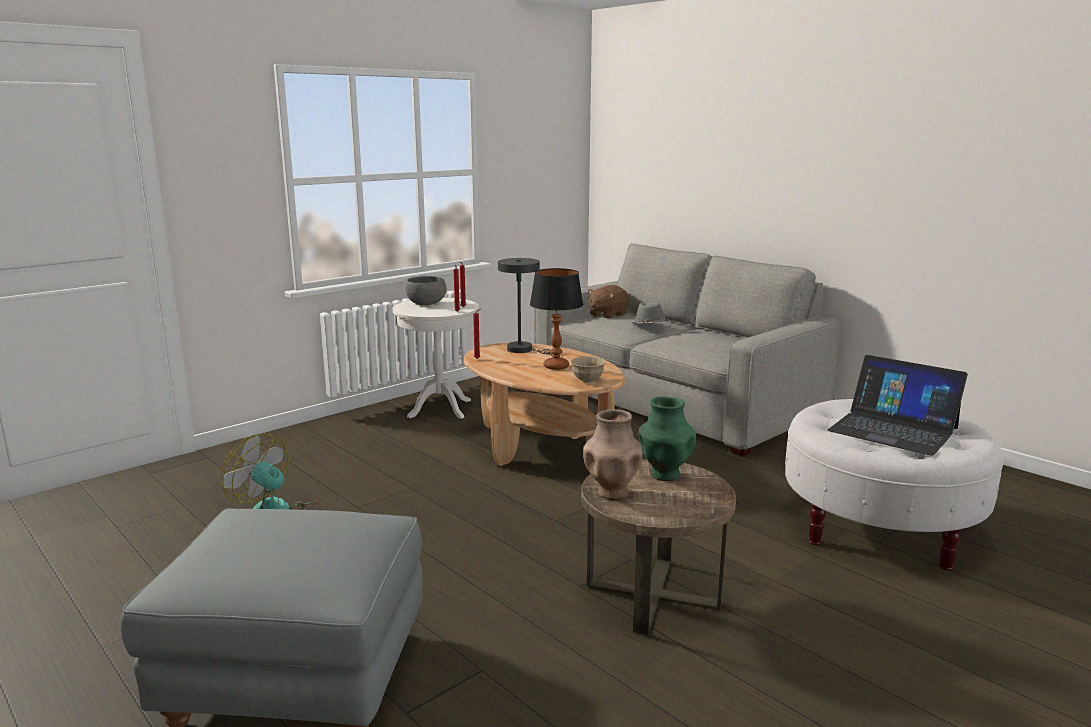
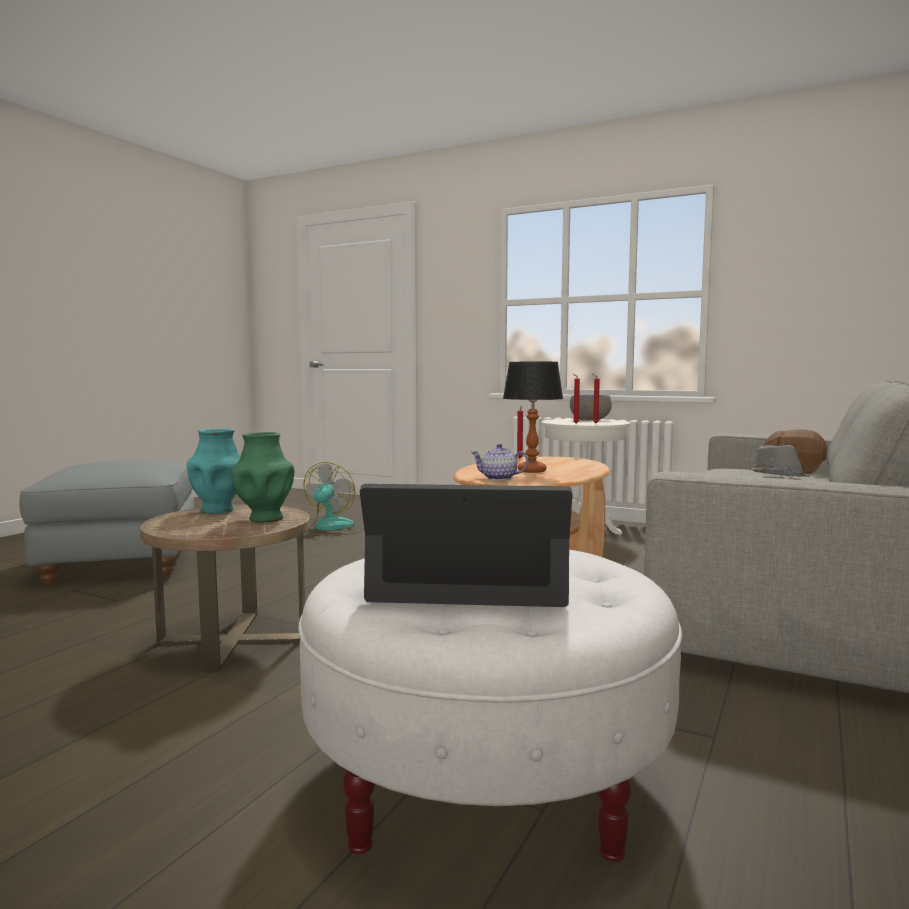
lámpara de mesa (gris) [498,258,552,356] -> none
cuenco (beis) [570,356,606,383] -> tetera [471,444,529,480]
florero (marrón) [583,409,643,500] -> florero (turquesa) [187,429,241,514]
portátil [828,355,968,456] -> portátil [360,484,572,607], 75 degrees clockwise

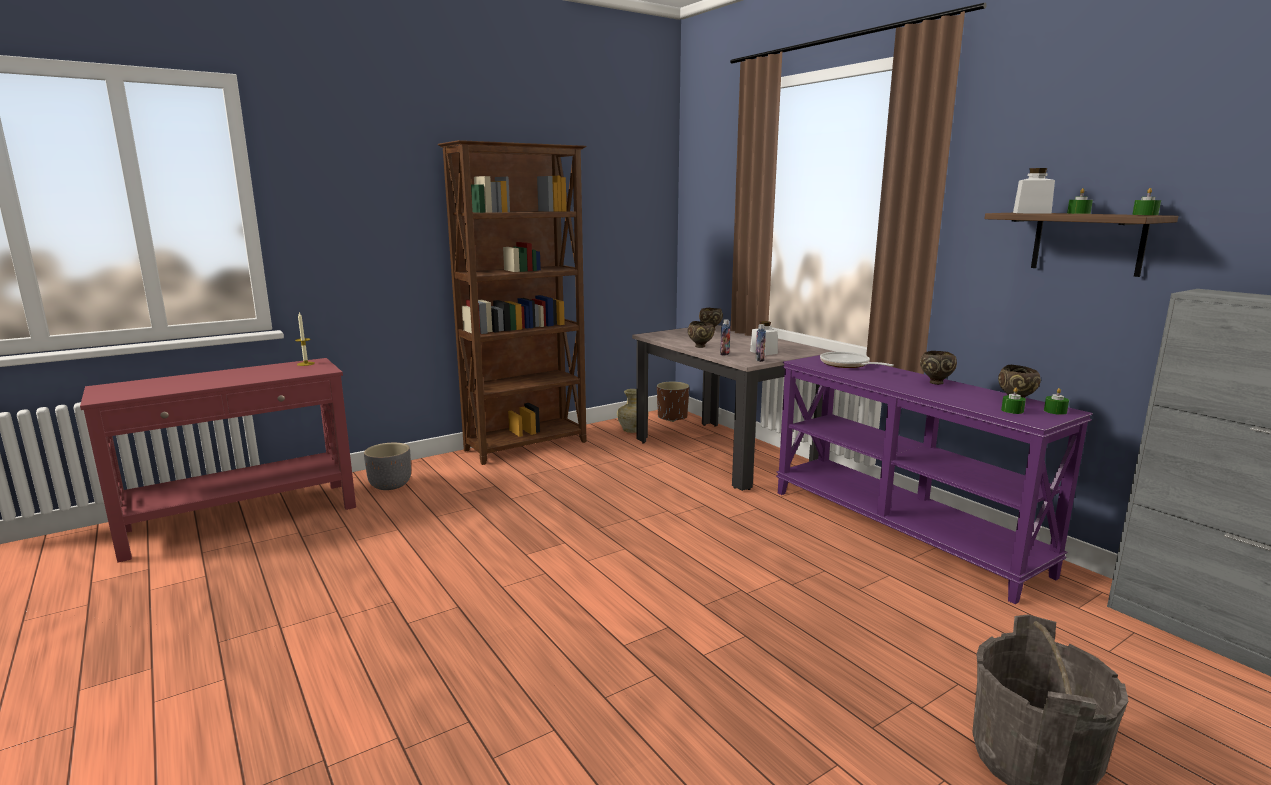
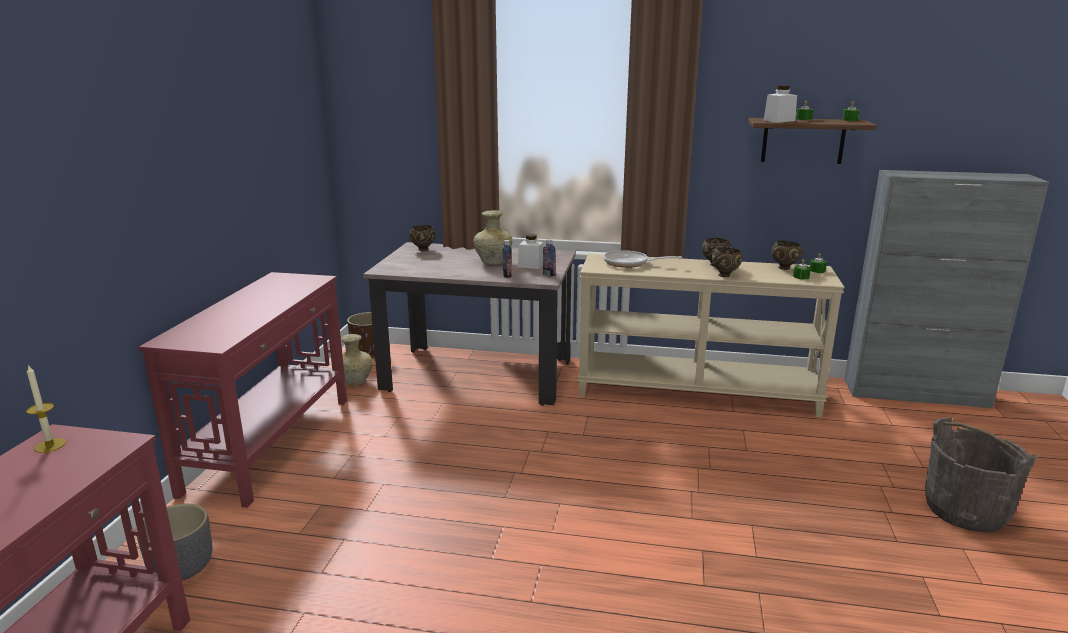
none -> florero (beis) [473,210,513,265]
cuenco (marrón) [688,321,715,348] -> cuenco (marrón) [711,247,742,277], moved
estantería (marrón) [438,140,587,465] -> mesa consola (rojo) [139,272,347,508]
mesa consola (morado) [776,355,1093,604] -> mesa consola (beis) [578,254,845,417]

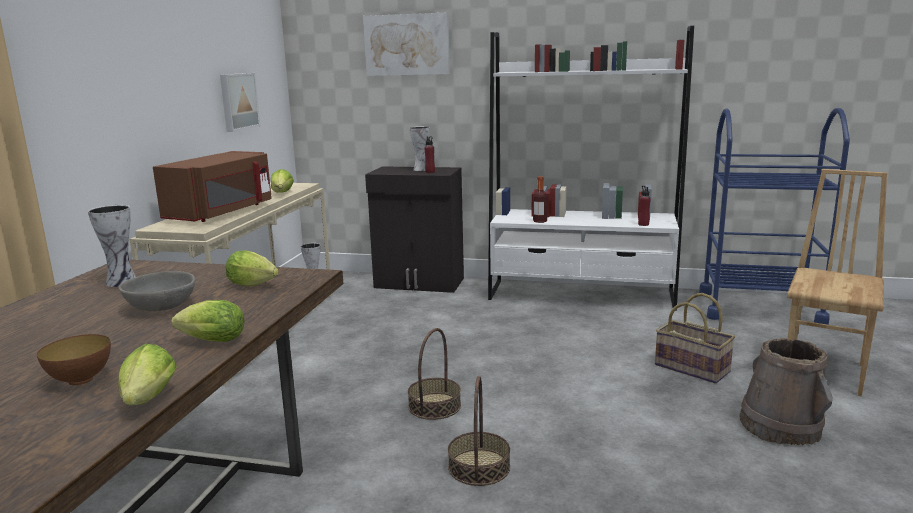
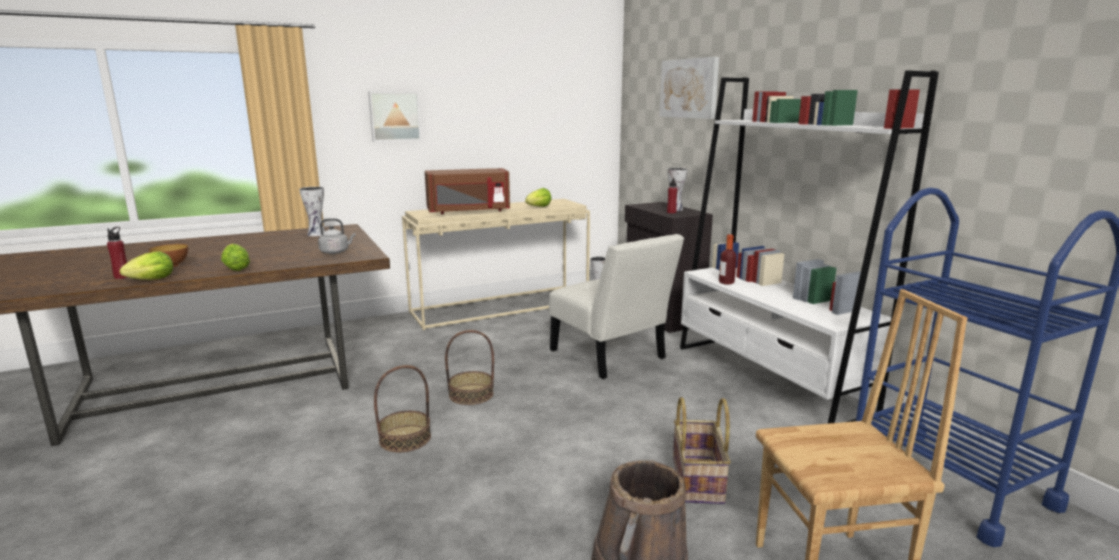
cuenco (gris) [119,271,195,311] -> none
none -> silla (blanco) [549,234,684,379]
cuadro [220,73,260,132] -> cuadro [368,92,421,142], moved
botella (rojo) [638,186,651,226] -> botella (rojo) [107,227,128,279], moved
lechuga [226,250,279,286] -> hervidor (gris) [318,218,356,254]

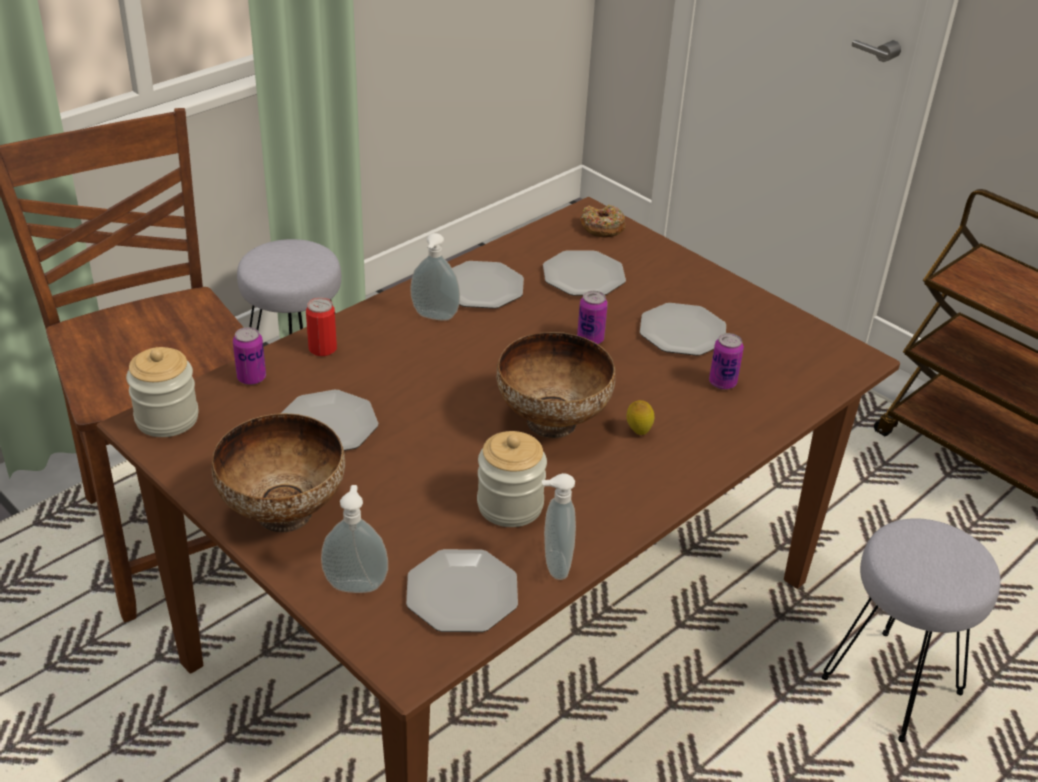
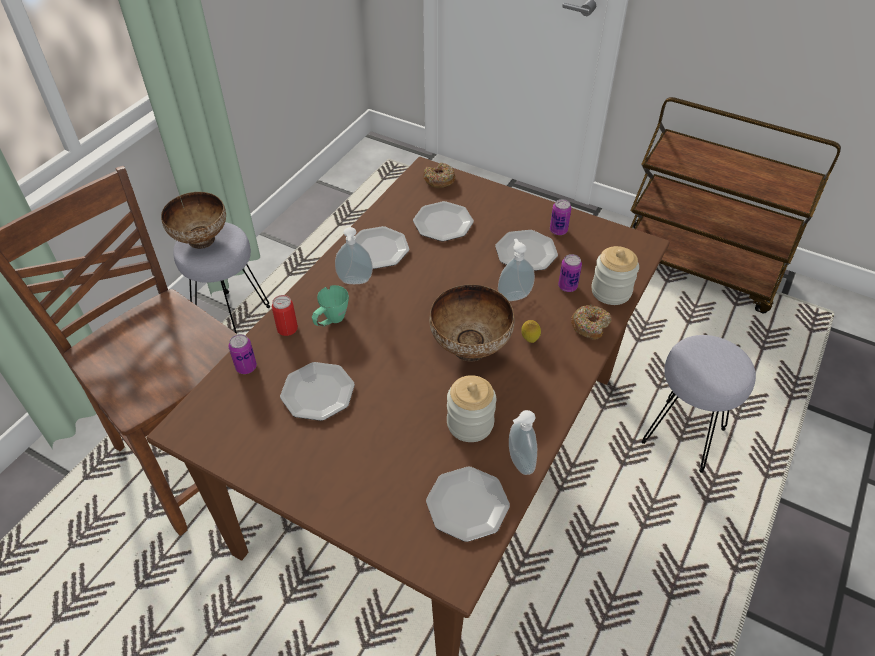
none -> taza grande (verde) [312,285,349,326]
none -> rosquilla [571,305,611,340]
tarro [126,347,199,437] -> tarro [591,246,639,305], moved
cuenco [211,413,345,532] -> cuenco [161,192,226,249], moved
dispensador de jabón [321,485,388,593] -> dispensador de jabón [498,239,535,301], moved
lata [577,291,608,344] -> lata [550,199,571,235], moved

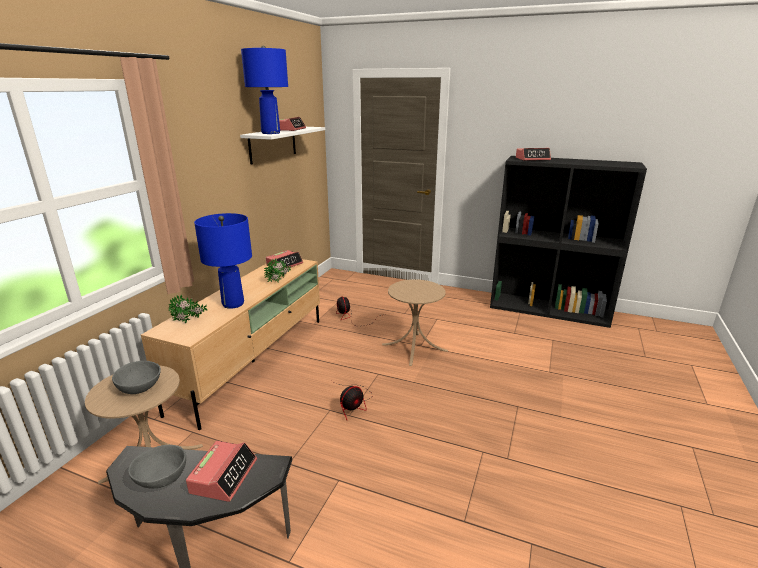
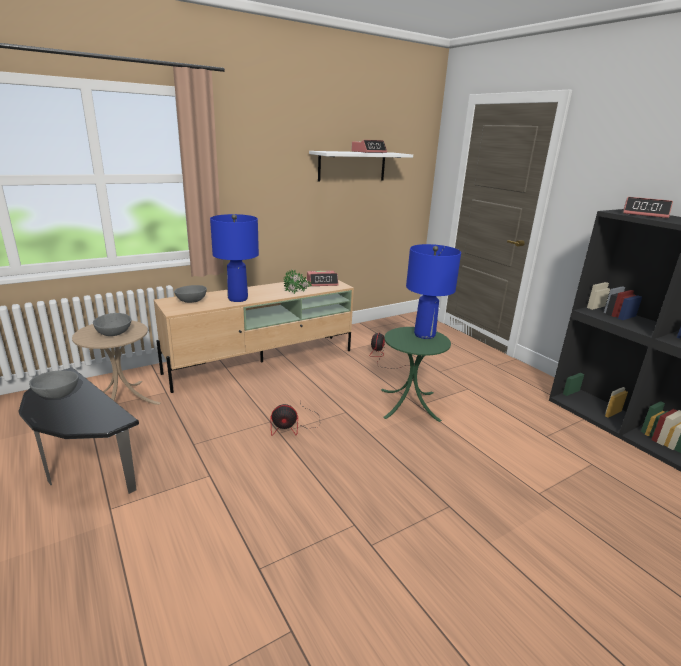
despertador [186,441,257,502] -> none
lámpara de mesa (azul) [241,46,288,134] -> lámpara de mesa (azul) [406,244,461,339], moved
planta en maceta [169,295,207,324] -> cuenco (gris) [174,285,207,303]
mesa auxiliar (beis) [382,279,448,366] -> mesa auxiliar (verde) [381,327,451,422]

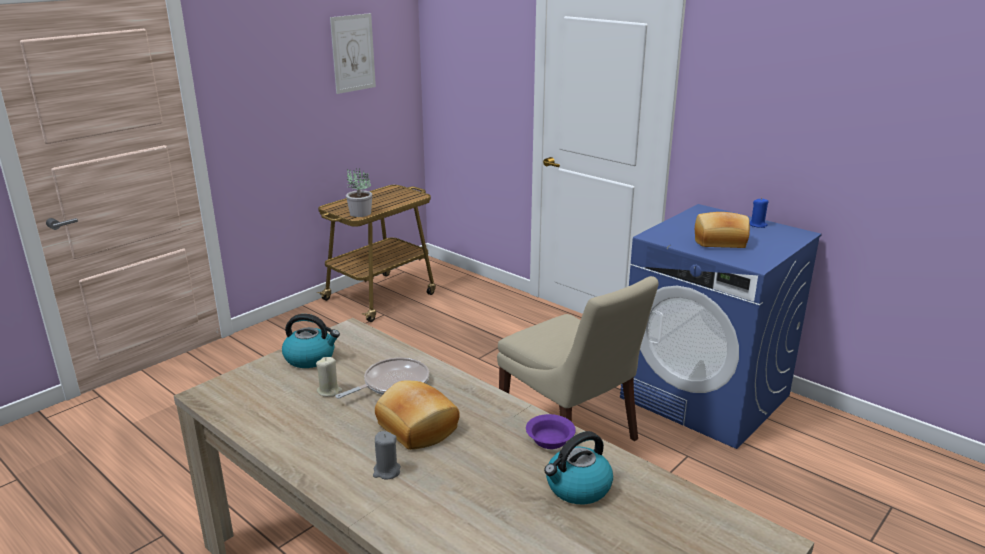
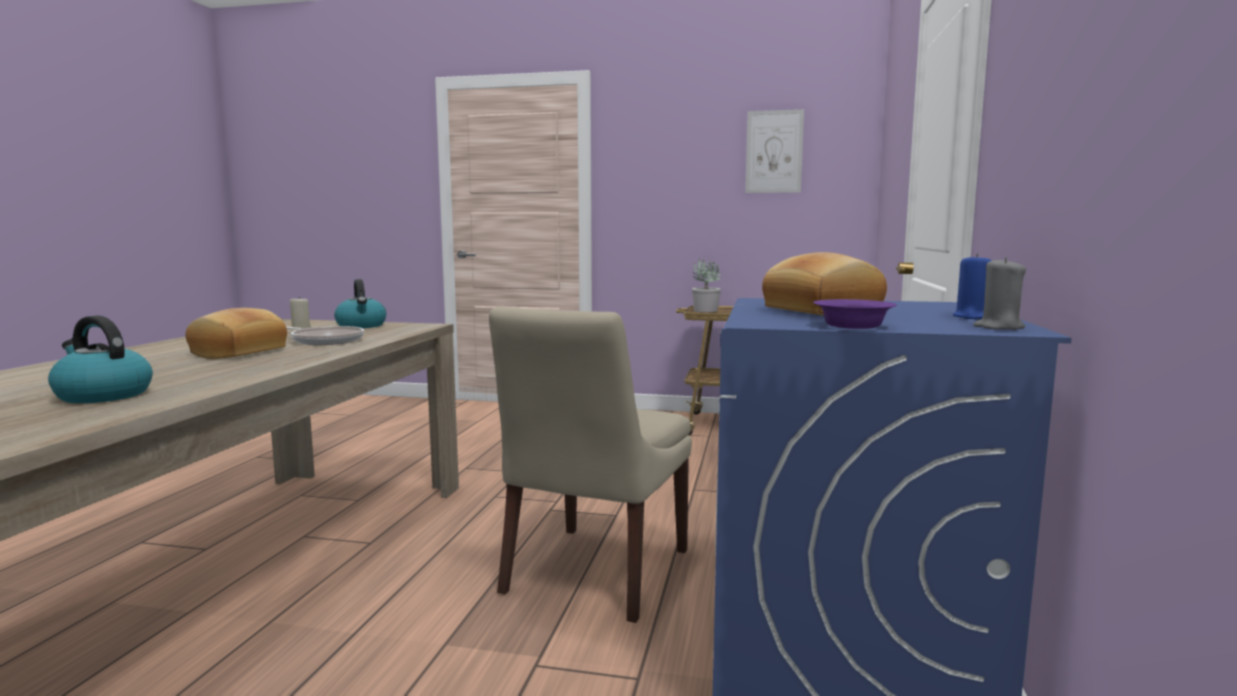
vela (gris) [373,431,401,479] -> vela (gris) [973,257,1026,330], moved
cuenco (morado) [526,414,576,449] -> cuenco (morado) [813,299,897,329], moved

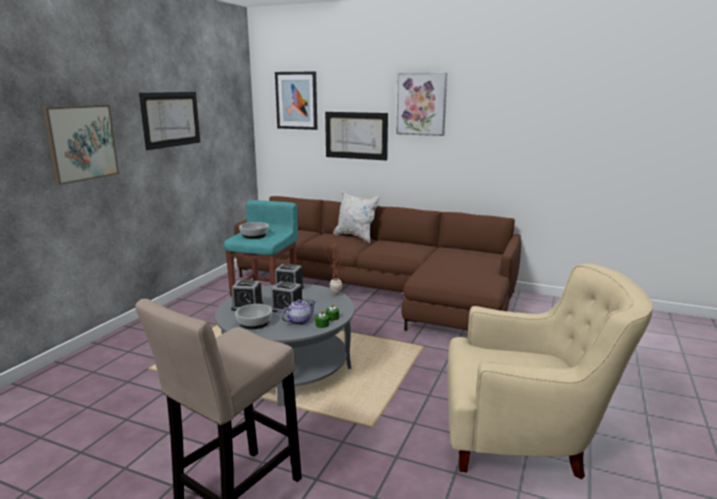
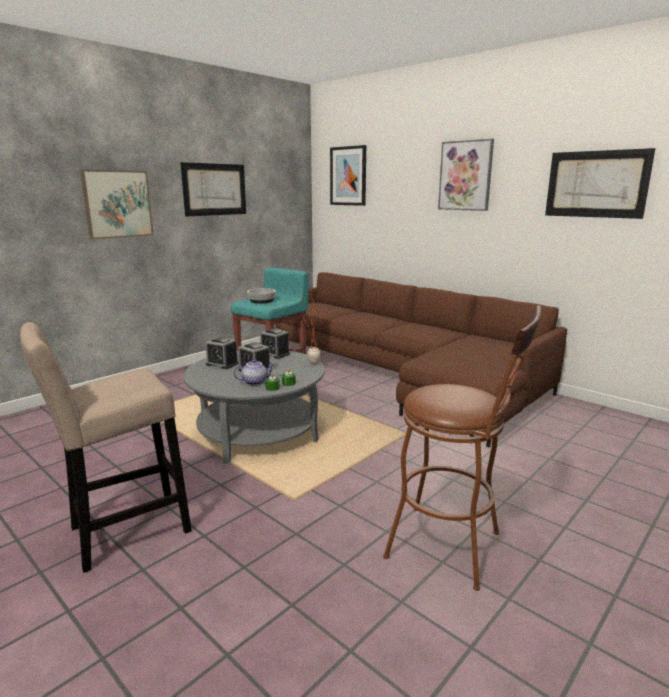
cuenco [235,304,272,329] -> none
cojín (blanco) [333,191,380,243] -> none
cuadro [325,112,388,160] -> cuadro [545,148,656,219], moved
sillón (beis) [447,264,653,480] -> taburete (marrón) [383,305,542,591]

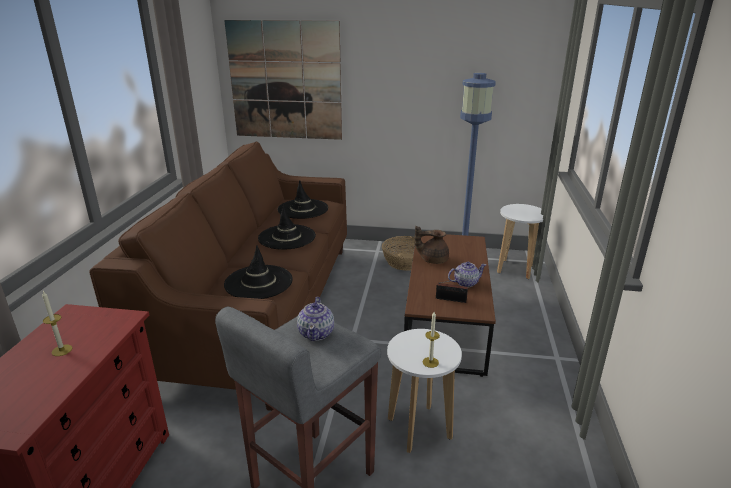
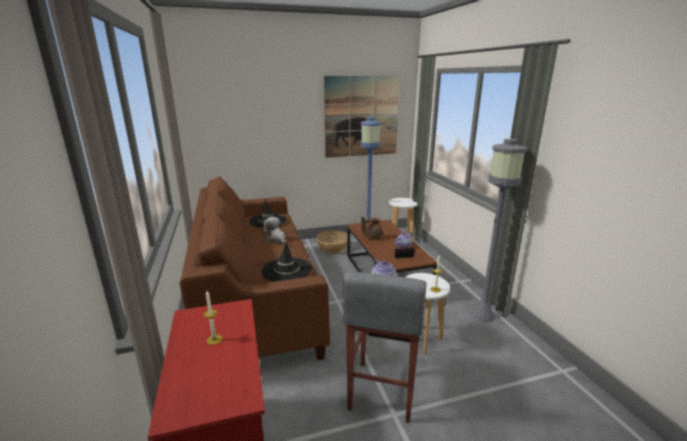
none -> lámpara de pie (gris) [471,139,527,323]
cuadro [224,20,342,140] -> cuadro [324,76,400,158], moved
sombrero (negro) [258,206,316,250] -> peluche [263,217,287,245]

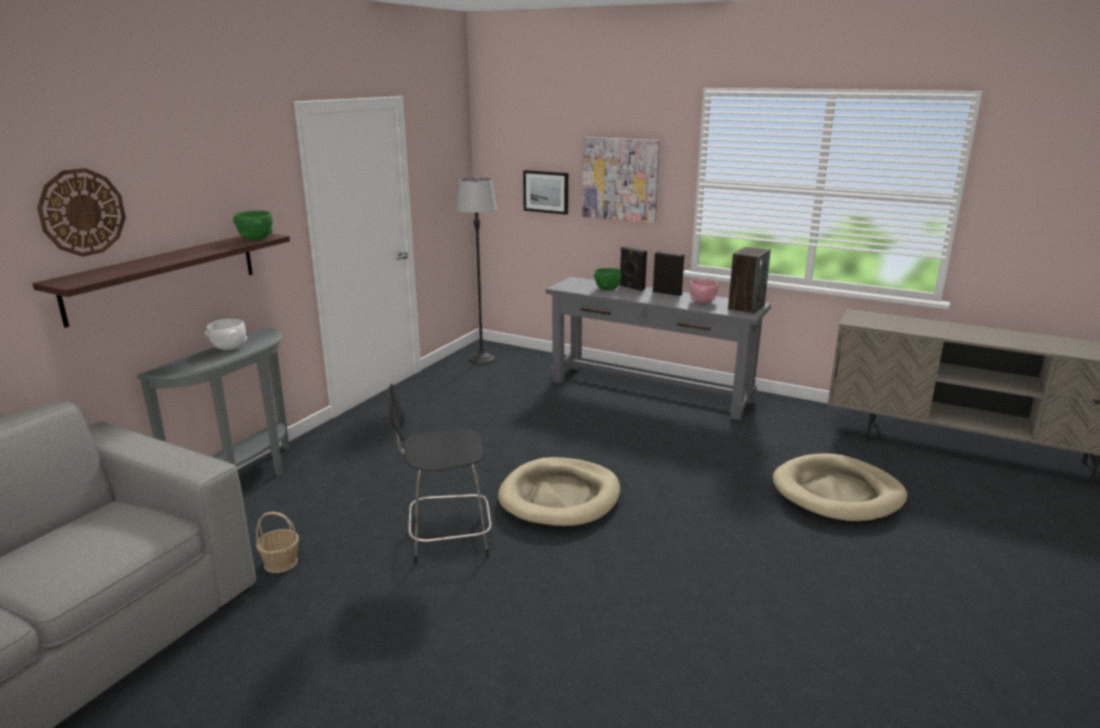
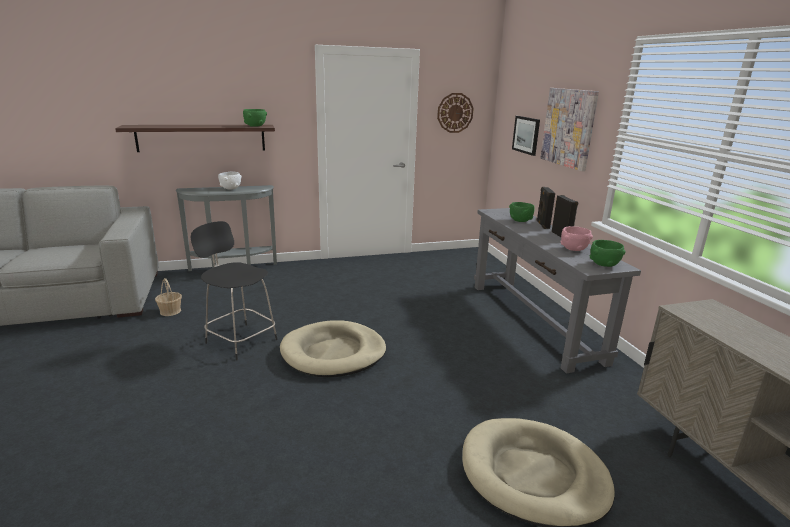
lámpara de pie [456,178,497,365] -> none
reloj de pared [37,168,126,257] -> reloj de pared [437,93,474,133], moved
altavoz [728,247,771,314] -> cuenco (verde) [590,240,626,267]

